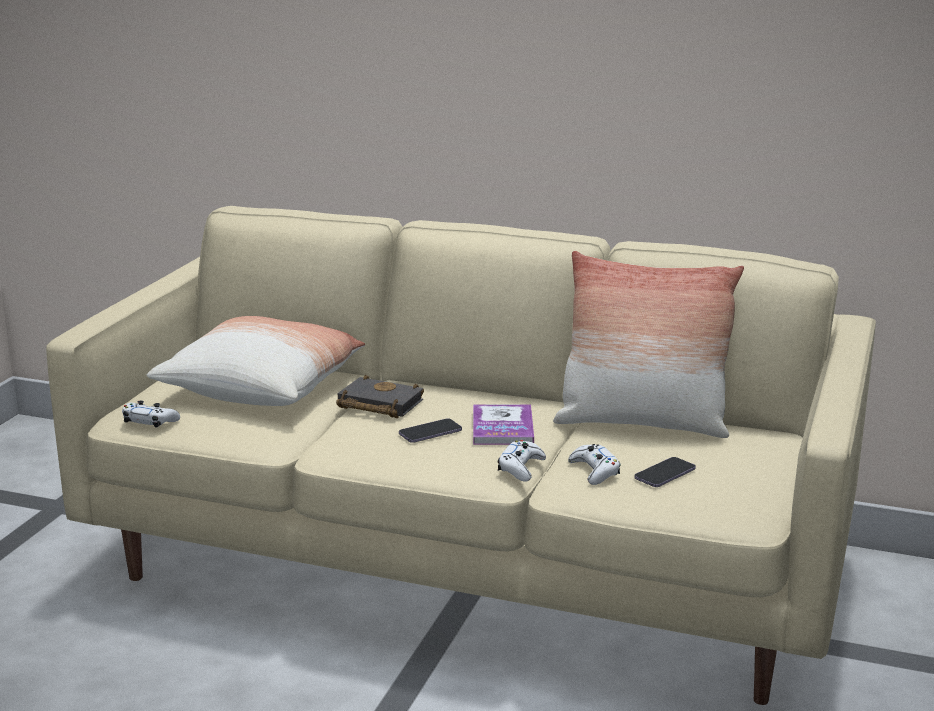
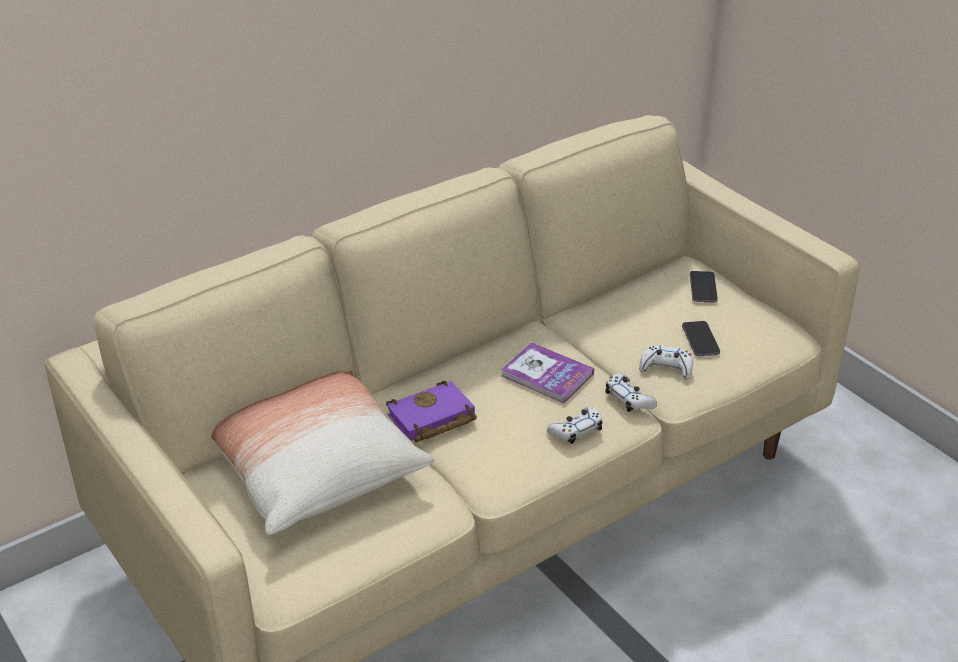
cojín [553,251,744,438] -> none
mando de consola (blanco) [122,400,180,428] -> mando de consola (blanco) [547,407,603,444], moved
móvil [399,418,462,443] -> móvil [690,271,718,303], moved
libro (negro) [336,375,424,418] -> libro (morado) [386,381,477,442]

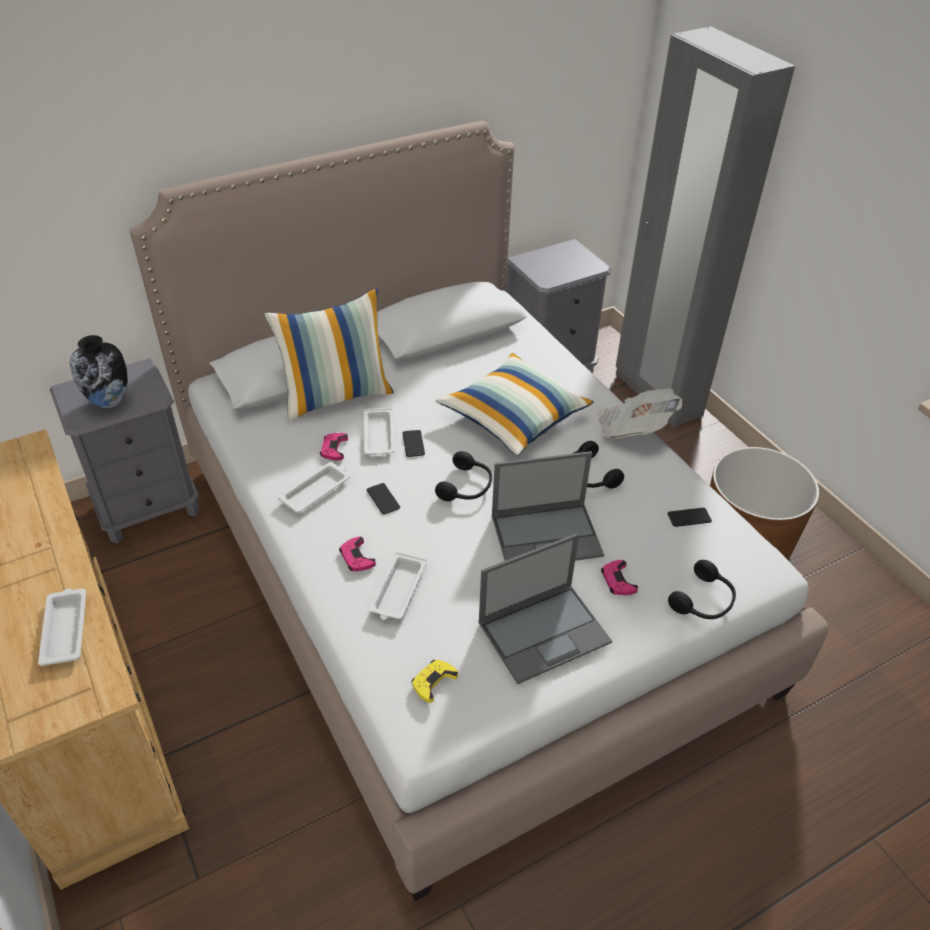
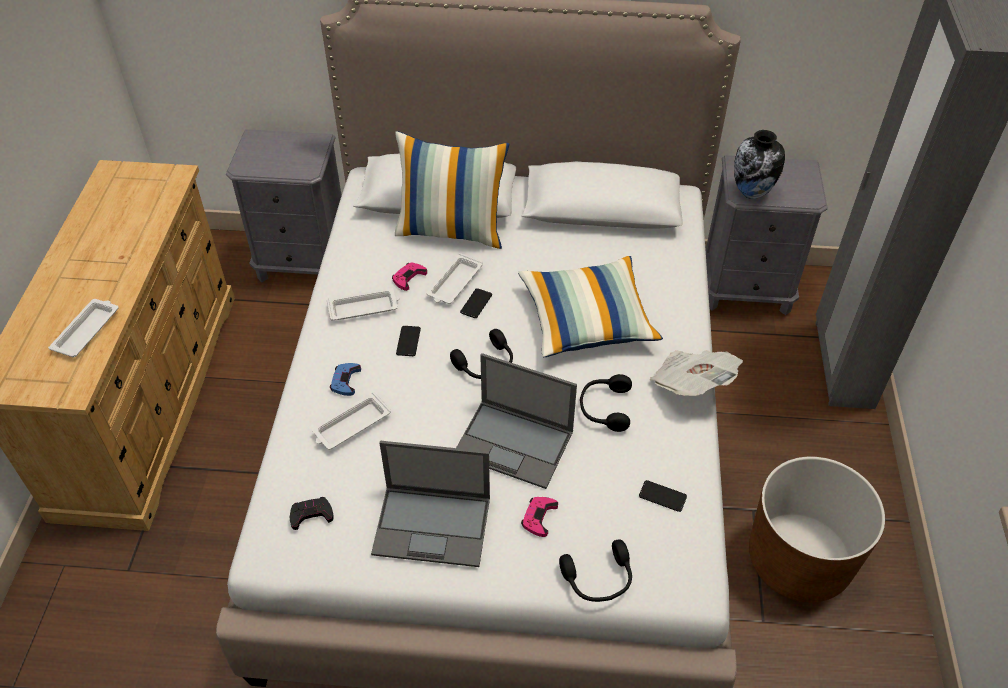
florero [70,335,128,409] -> florero [734,130,785,199], moved
mando de consola (rosa) [339,537,376,571] -> mando de consola (azul) [330,363,361,396]
mando de consola (amarillo) [411,660,458,703] -> mando de consola (negro) [290,497,334,530]

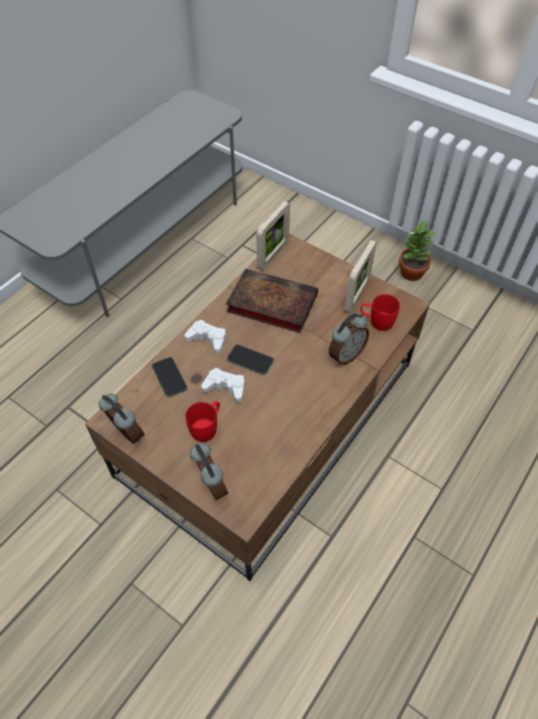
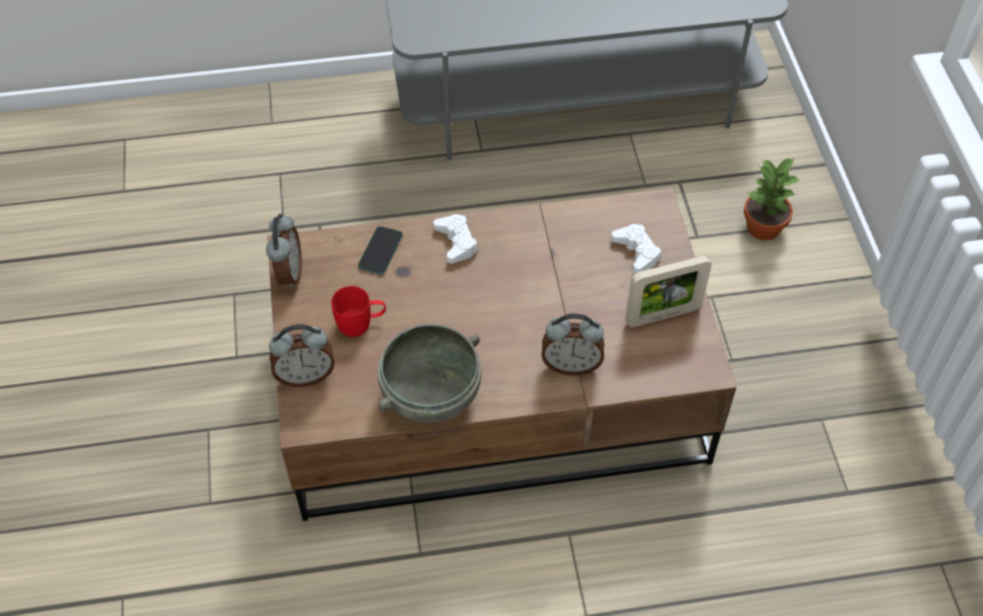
libro [226,268,318,333] -> none
móvil [227,345,274,375] -> none
portarretratos [256,201,290,270] -> none
taza grande (rojo) [360,294,400,331] -> none
none -> cuenco (gris) [378,324,482,423]
mando de consola (blanco) [201,368,245,402] -> mando de consola (blanco) [611,224,661,273], moved
planta en maceta [399,220,436,281] -> planta en maceta [744,158,801,240], moved
despertador [190,443,228,500] -> despertador [269,324,334,387], 60 degrees clockwise

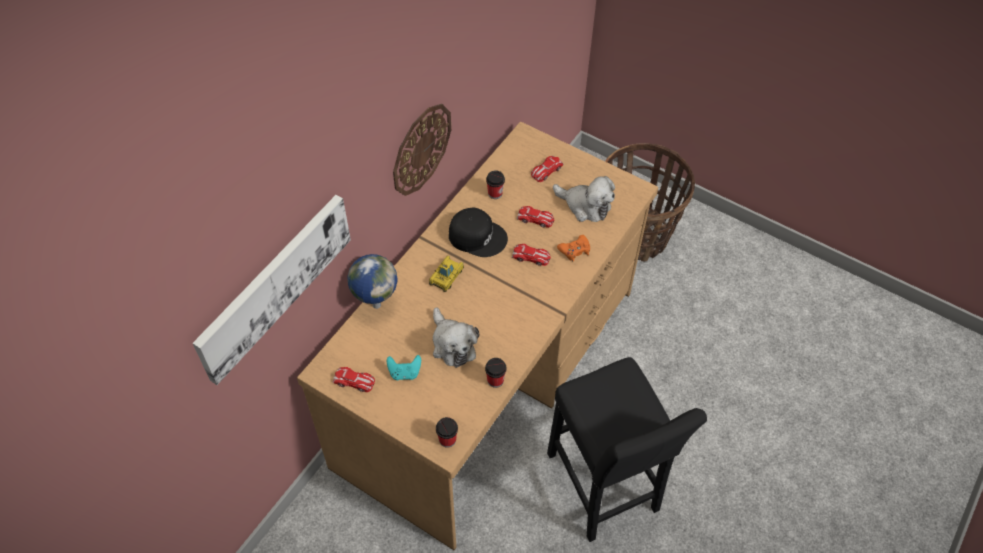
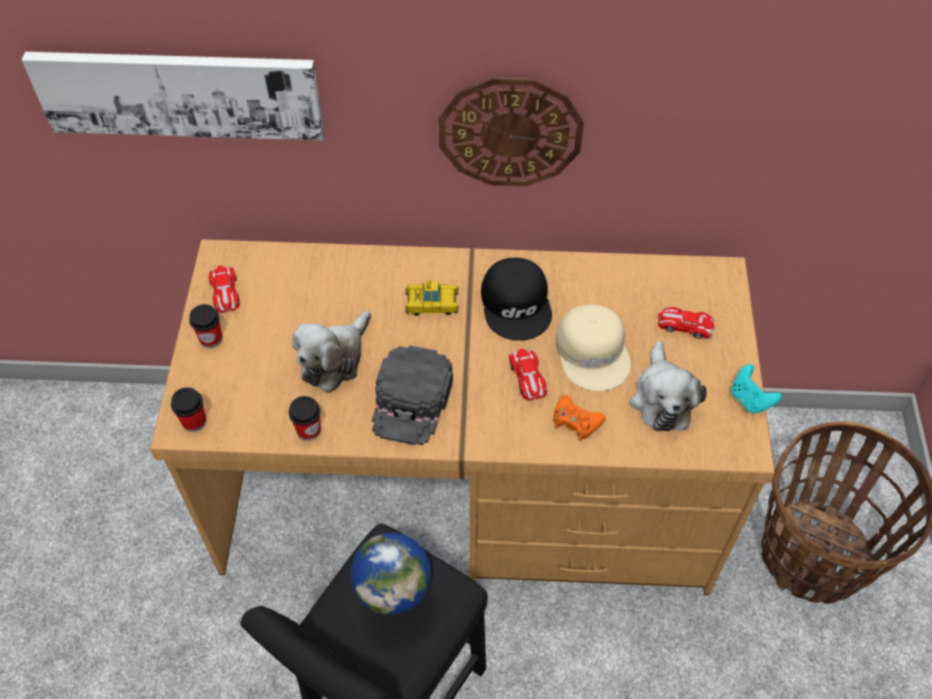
none -> gorra (negro) [372,345,453,445]
globo terráqueo [347,254,398,309] -> globo terráqueo [351,533,431,615], moved
mando de consola (turquesa) [387,355,421,380] -> mando de consola (turquesa) [731,364,782,413], moved
taza [486,171,505,199] -> taza [189,304,222,348], moved
coche de juguete [517,206,554,228] -> gorra (beis) [556,304,631,391]

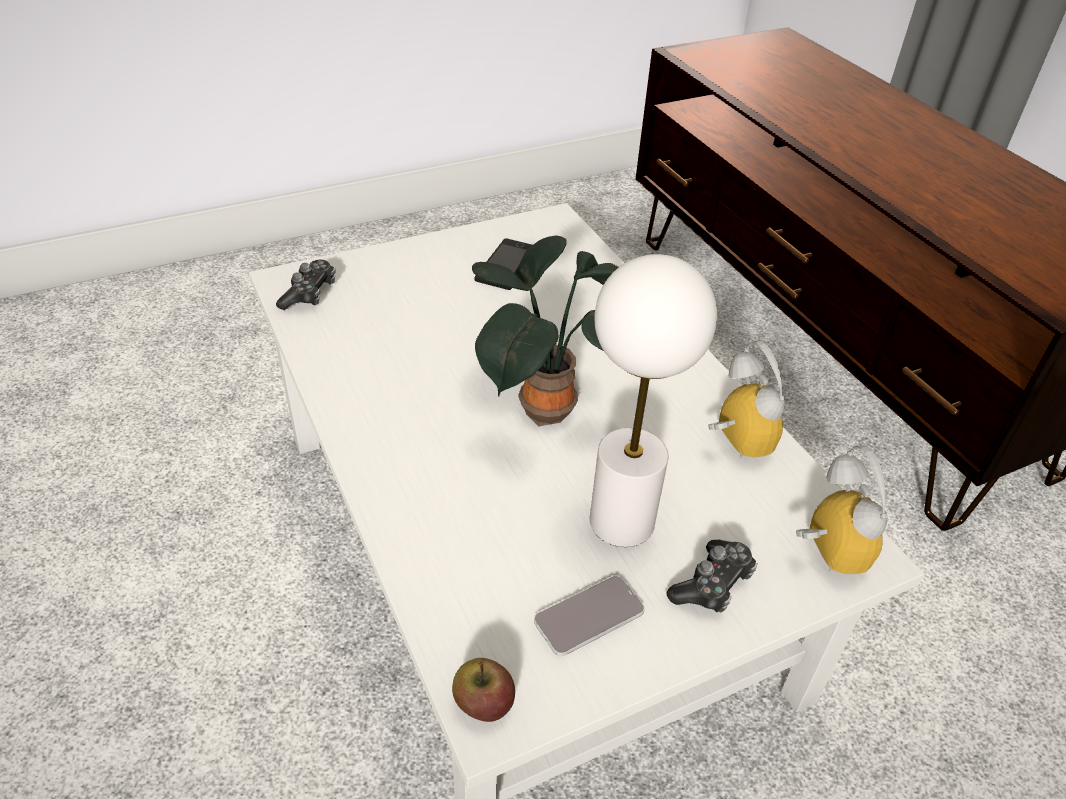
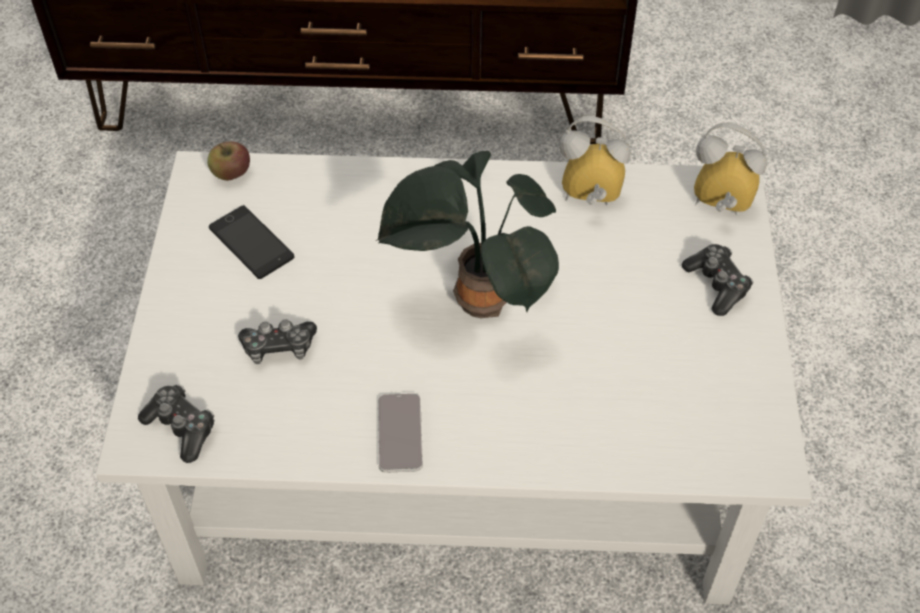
lámpara de mesa (blanco) [590,254,717,547] -> none
none -> mando de consola [238,319,317,364]
manzana [452,658,515,722] -> manzana [207,141,250,181], moved
móvil [534,575,645,656] -> móvil [378,393,423,473], moved

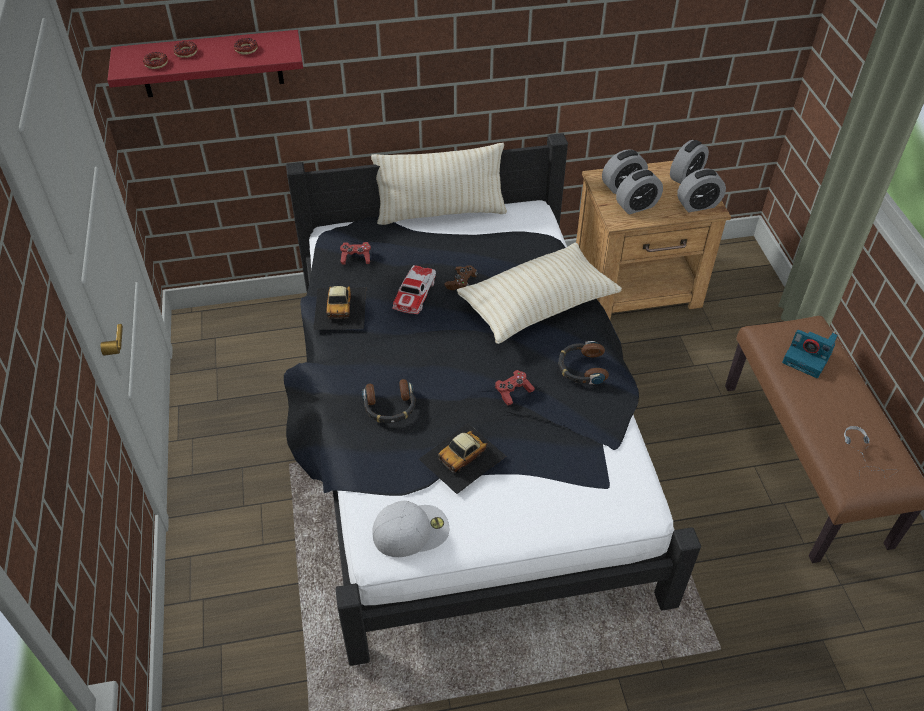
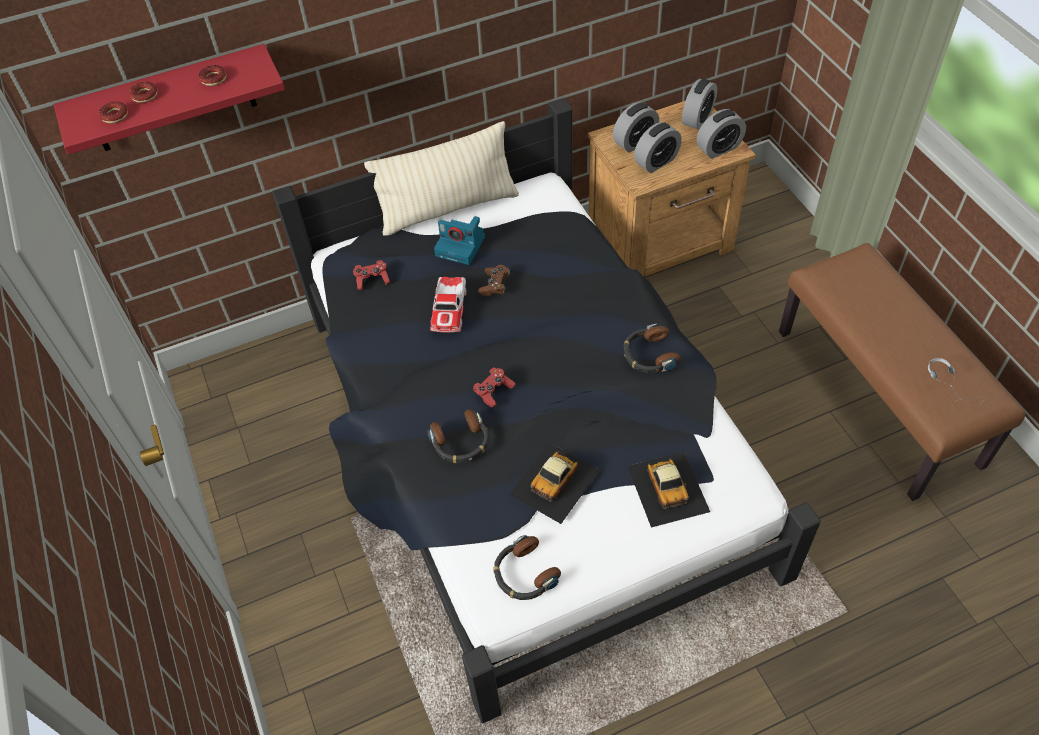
cojín (beis) [457,242,622,344] -> none
coche de juguete [313,286,366,330] -> coche de juguete [627,452,710,528], moved
mando de consola (rojo) [495,370,535,405] -> mando de consola (rojo) [473,367,516,408], moved
cámara [782,330,838,378] -> cámara [434,216,485,265], moved
gorra (blanco) [373,501,449,557] -> auriculares [494,535,561,600]

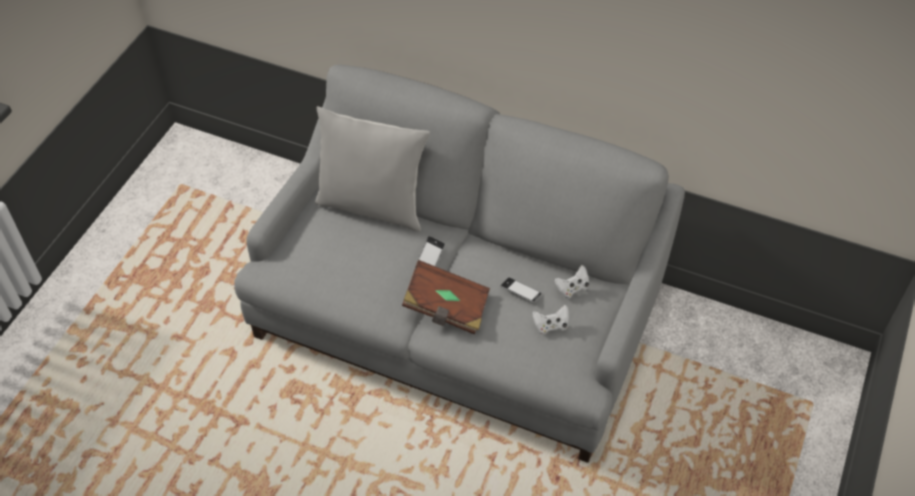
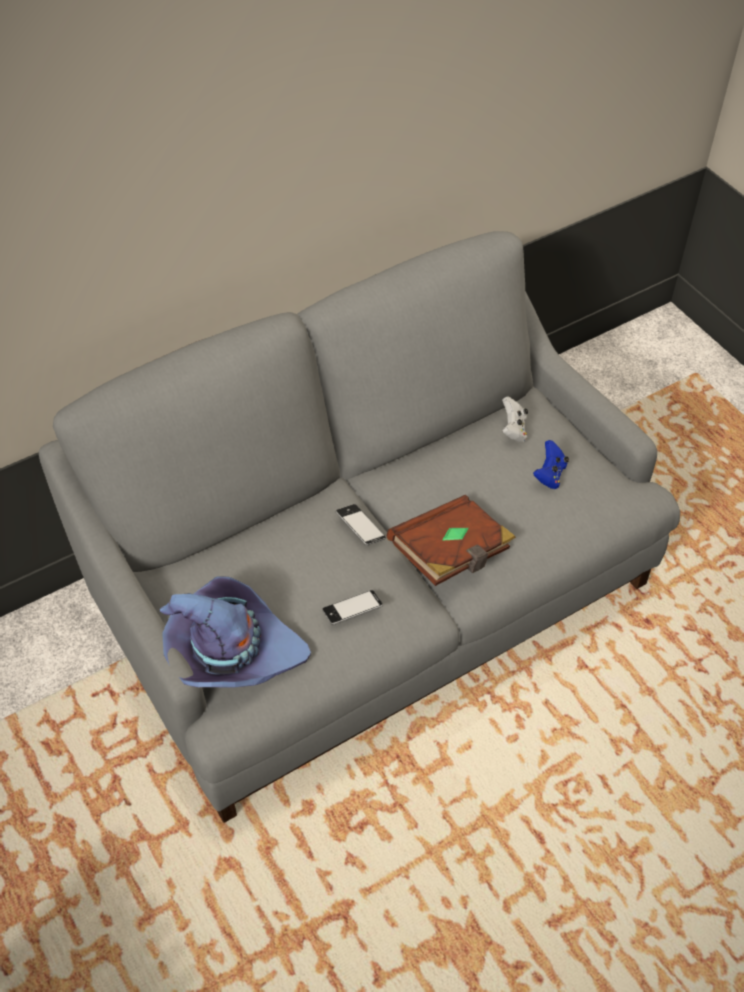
cojín (gris) [315,106,430,232] -> none
none -> sombrero (morado) [160,576,311,687]
móvil [501,277,541,302] -> móvil [322,590,383,625], moved
mando de consola (blanco) [533,305,569,335] -> mando de consola (azul) [533,440,569,489]

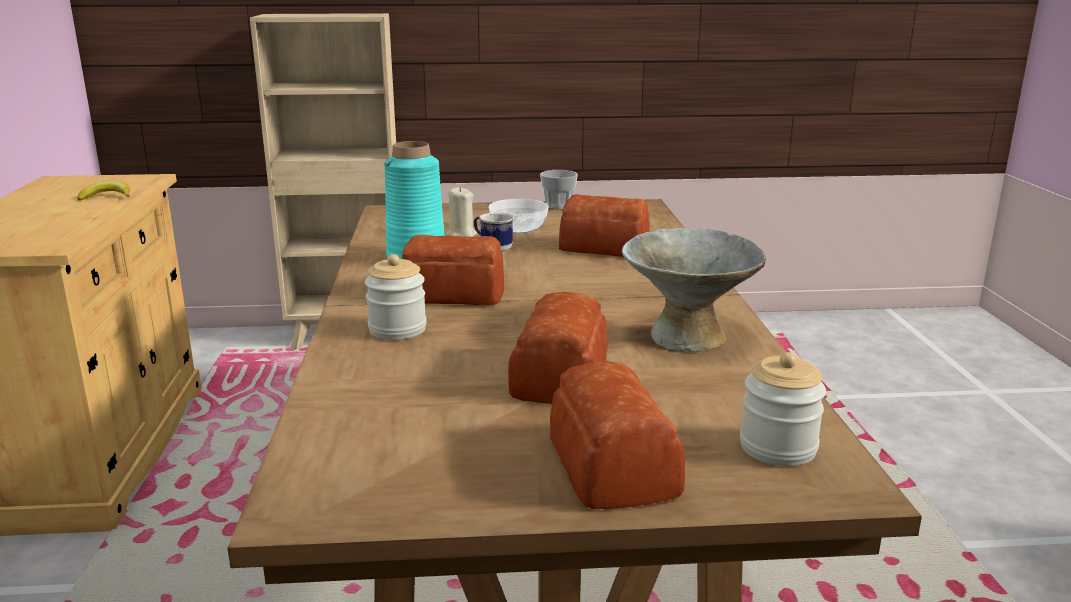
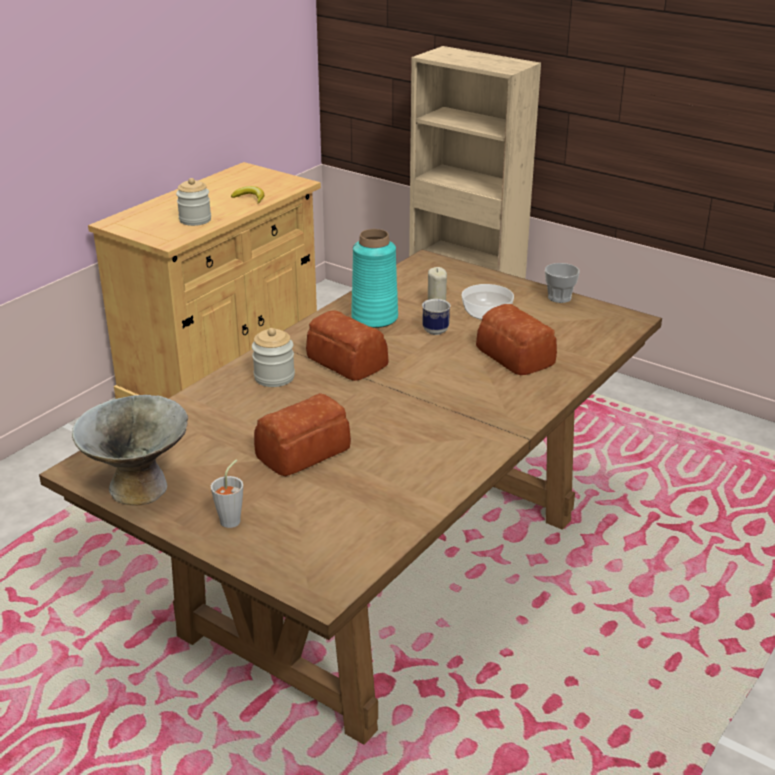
cuenco (gris) [622,228,766,352] -> cuenco (gris) [72,395,188,506], moved
tarro [740,352,826,466] -> tarro [176,178,211,226], moved
pan [550,361,685,509] -> taza (gris) [211,460,243,528]

